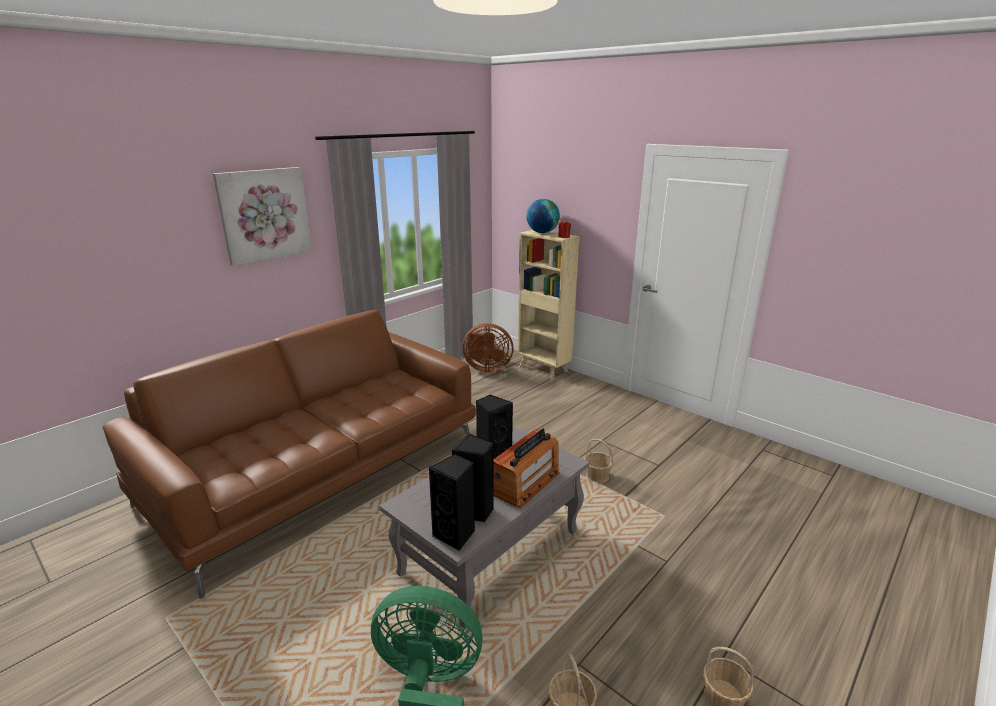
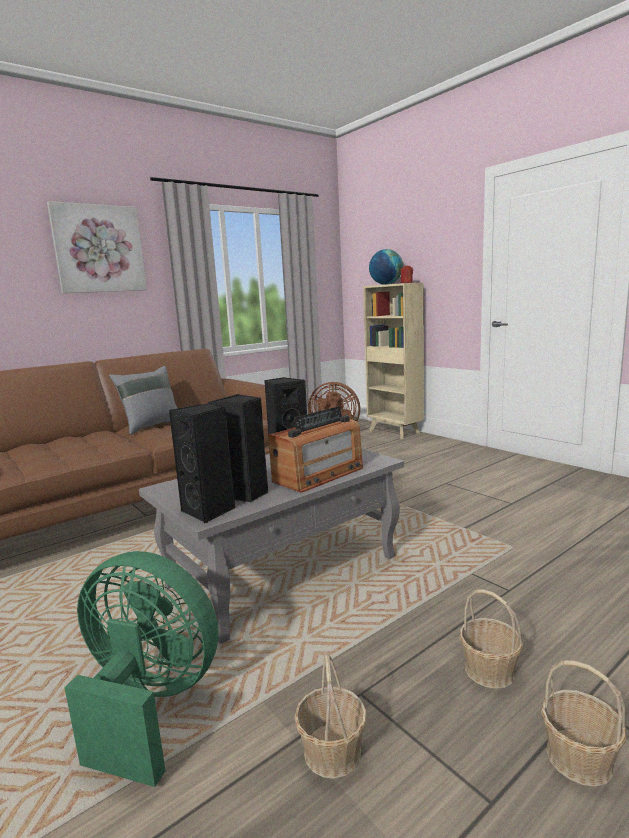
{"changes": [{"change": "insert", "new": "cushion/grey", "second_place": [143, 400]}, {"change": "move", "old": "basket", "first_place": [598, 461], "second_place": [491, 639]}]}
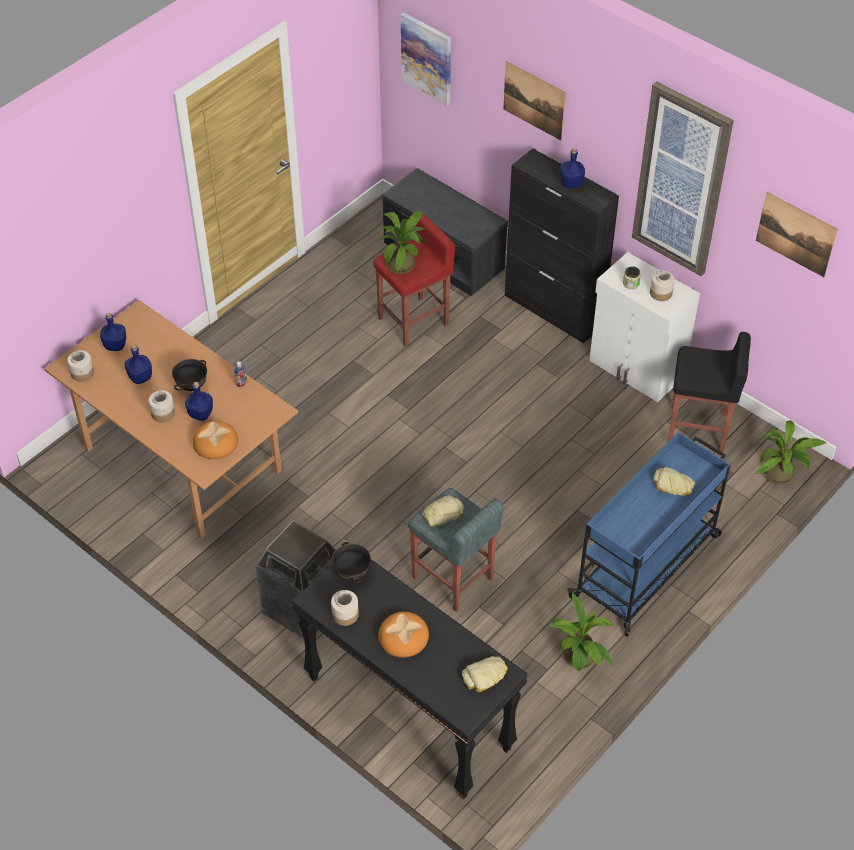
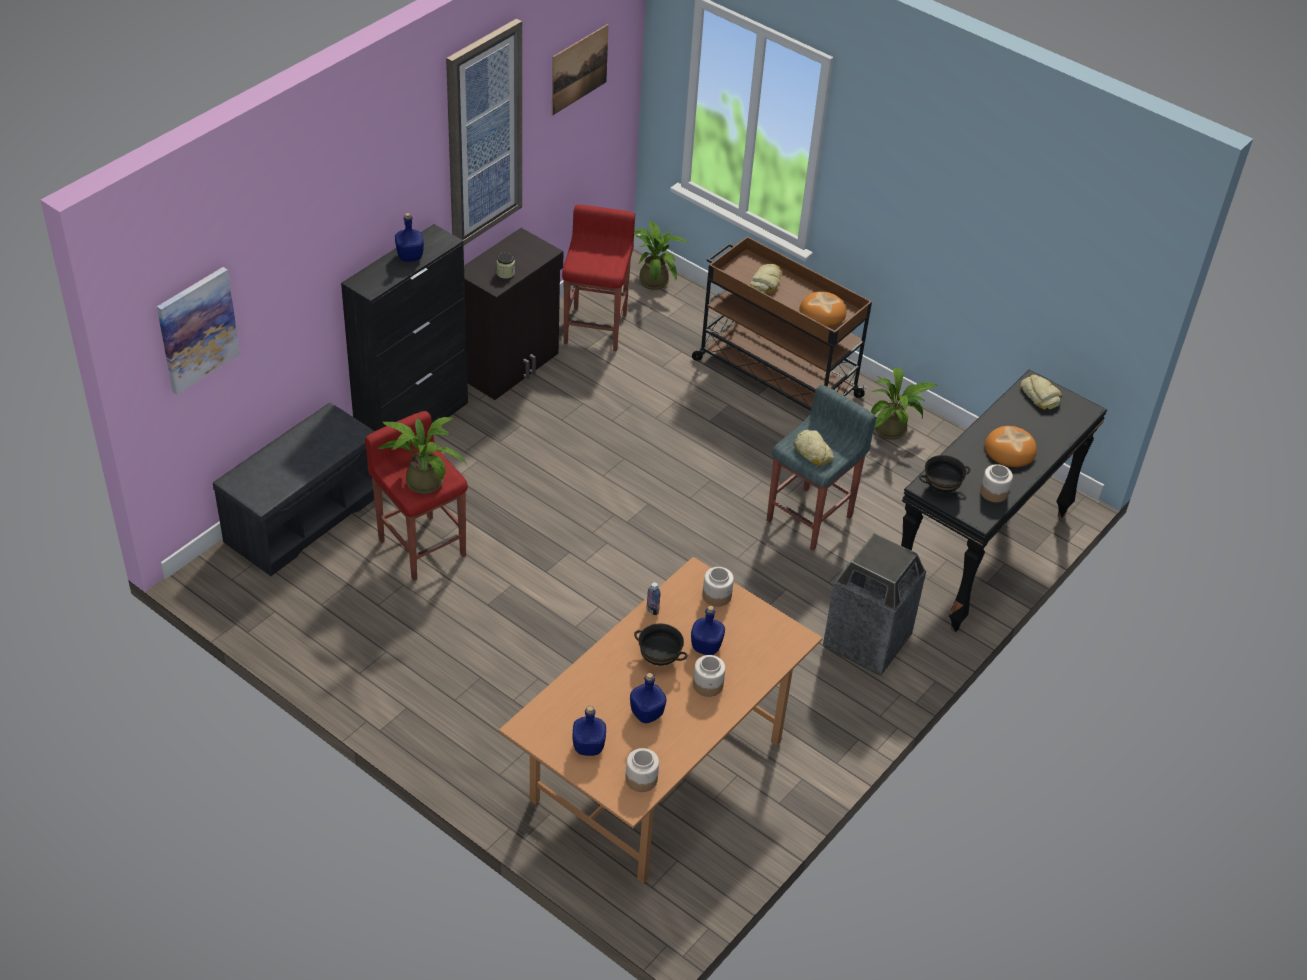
{"changes": [{"change": "delete", "old": "wall picture", "first_place": [534, 100]}, {"change": "move", "old": "bread", "first_place": [215, 439], "second_place": [822, 309]}, {"change": "move", "old": "storage jar", "first_place": [662, 286], "second_place": [718, 587]}, {"change": "recolor", "old": "cart/blue-coloured", "new": "cart/brown", "first_place": [649, 534], "second_place": [782, 323]}, {"change": "recolor", "old": "storage cabinet/white", "new": "storage cabinet/black", "first_place": [644, 327], "second_place": [514, 314]}, {"change": "recolor", "old": "sitting stool/black", "new": "sitting stool/red-coloured", "first_place": [709, 392], "second_place": [598, 278]}]}
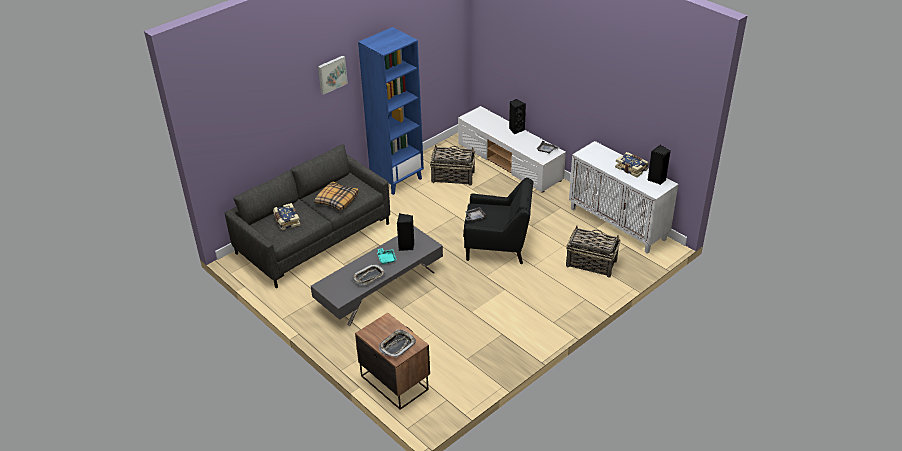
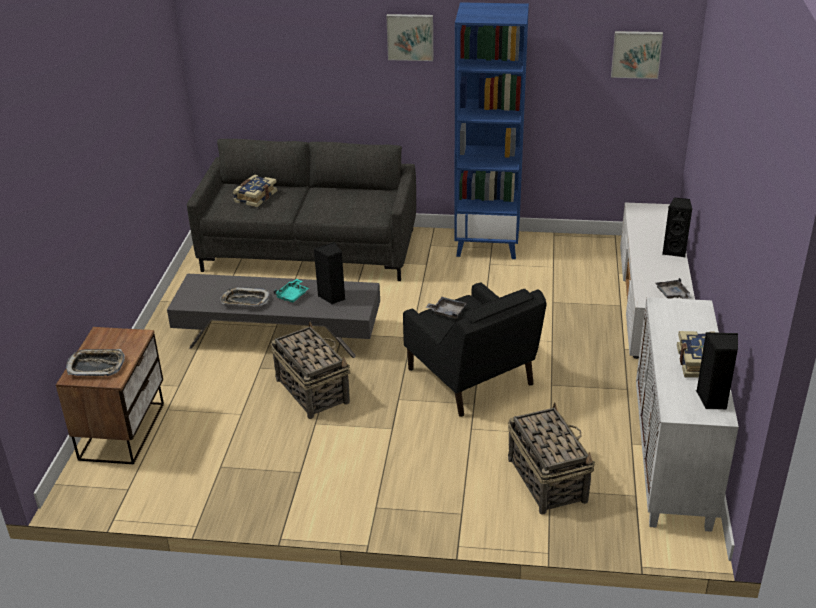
{"changes": [{"change": "delete", "old": "cushion", "first_place": [336, 196]}, {"change": "insert", "new": "wall picture", "second_place": [637, 55]}, {"change": "move", "old": "basket", "first_place": [453, 165], "second_place": [310, 370]}]}
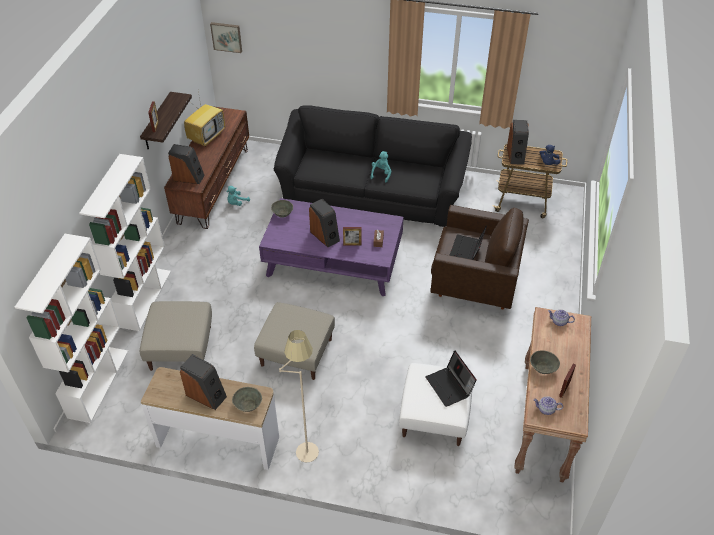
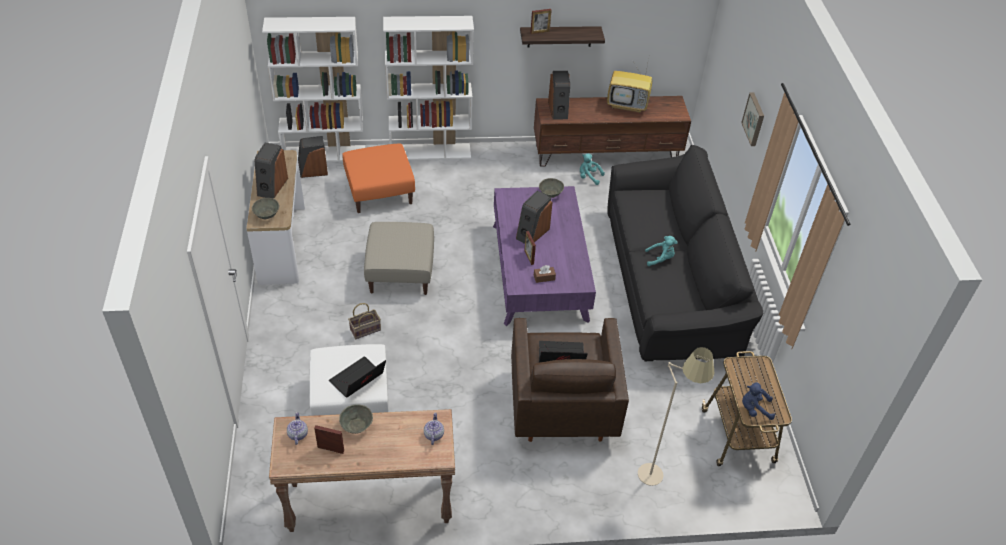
{"changes": [{"change": "insert", "new": "basket", "second_place": [364, 321]}, {"change": "move", "old": "wall picture", "first_place": [226, 37], "second_place": [752, 119]}, {"change": "move", "old": "floor lamp/beige", "first_place": [299, 396], "second_place": [676, 416]}, {"change": "move", "old": "audio speaker", "first_place": [518, 142], "second_place": [313, 157]}, {"change": "recolor", "old": "pouffe/beige", "new": "pouffe/orange-coloured", "first_place": [176, 336], "second_place": [378, 178]}]}
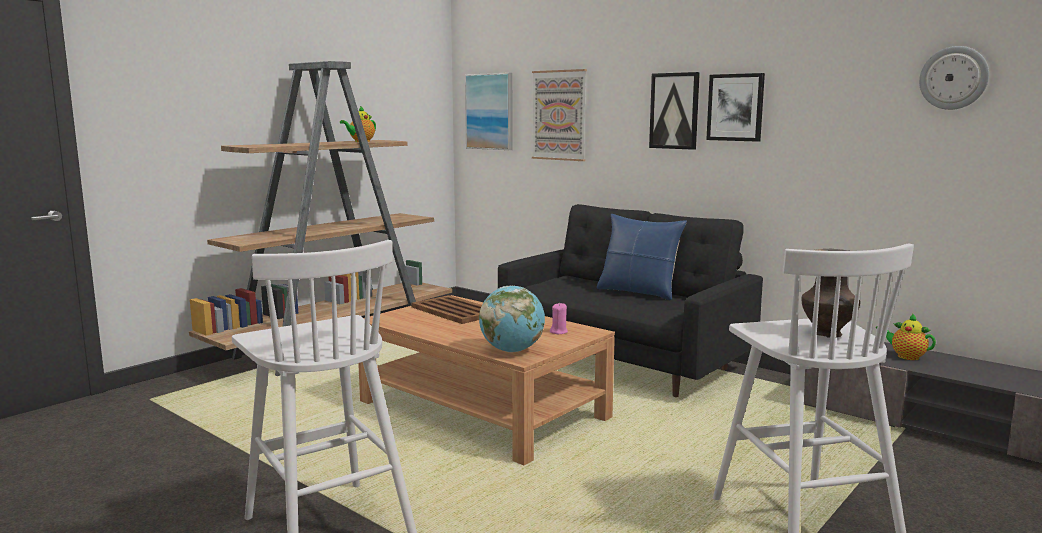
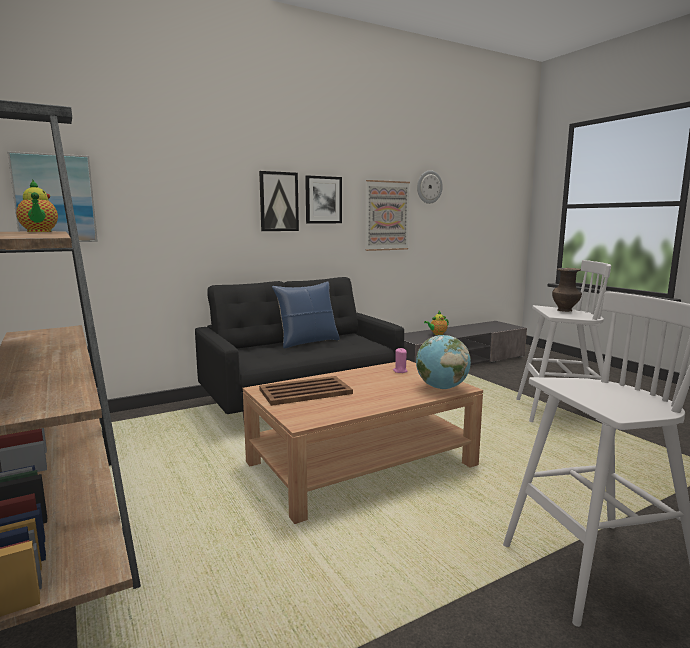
{"changes": [{"change": "move", "old": "wall picture", "first_place": [559, 115], "second_place": [388, 215]}]}
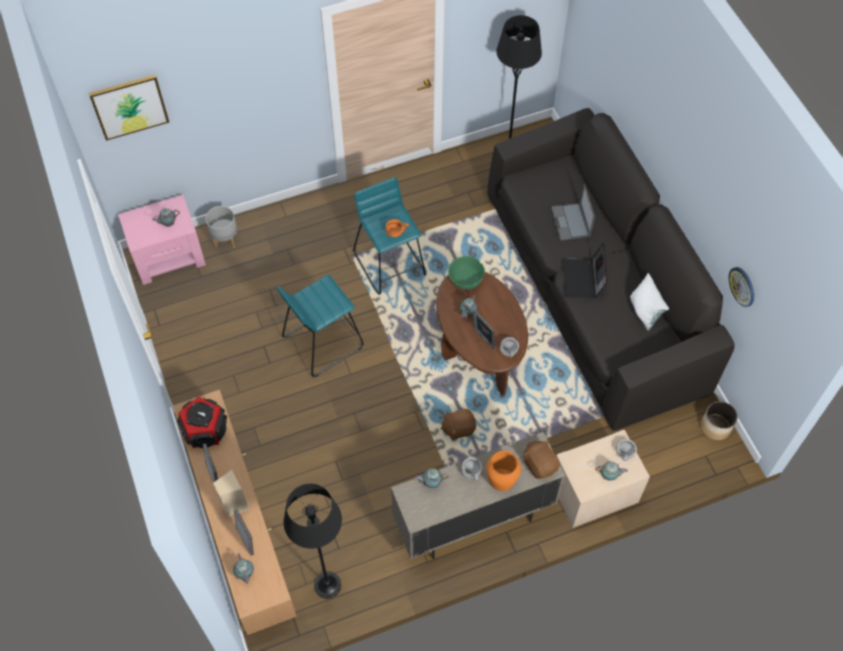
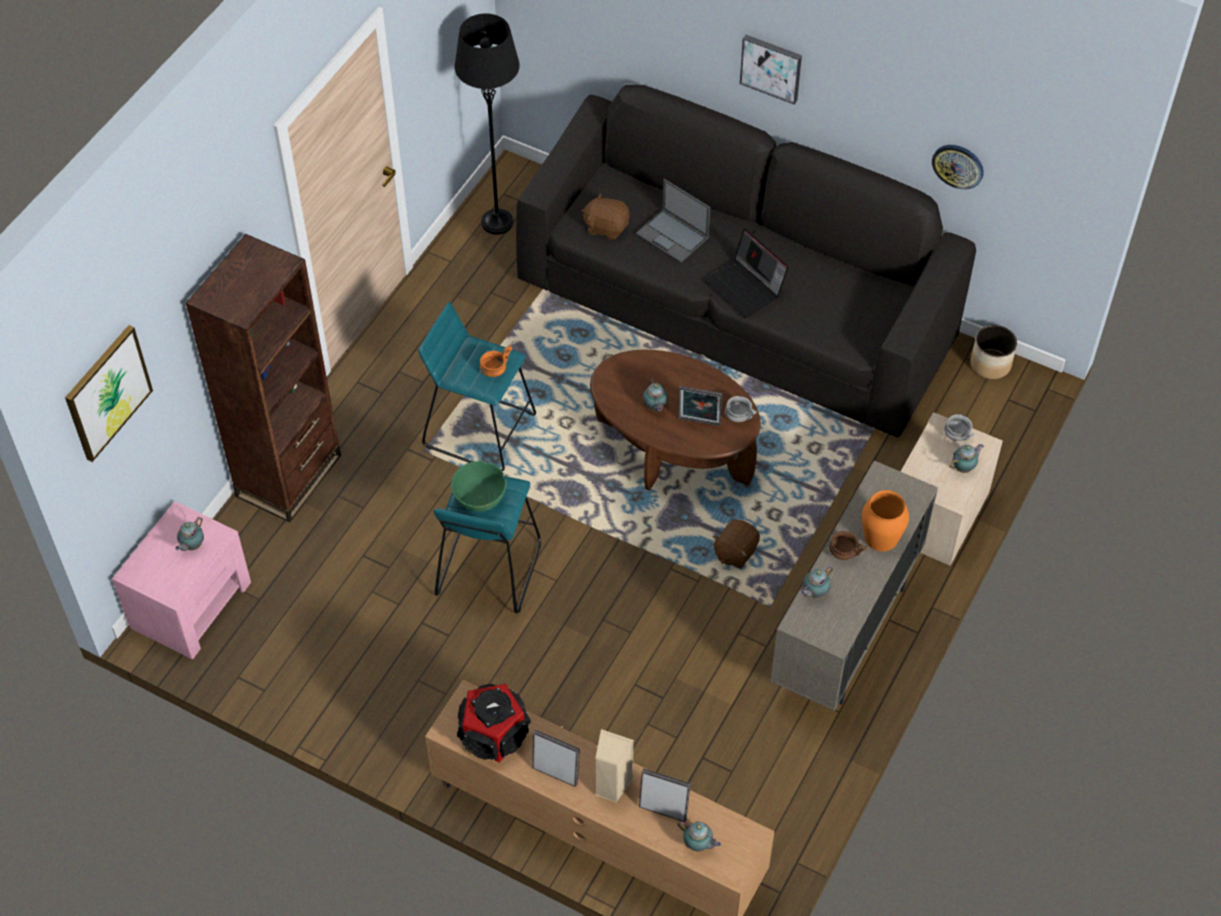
{"changes": [{"change": "delete", "old": "plant pot/grey", "first_place": [221, 227]}, {"change": "delete", "old": "floor lamp/black", "first_place": [313, 541]}, {"change": "delete", "old": "cushion/white", "first_place": [649, 302]}, {"change": "insert", "new": "bookcase/brown", "second_place": [263, 378]}, {"change": "insert", "new": "wall picture", "second_place": [771, 70]}, {"change": "move", "old": "deep dish/green", "first_place": [466, 272], "second_place": [478, 486]}, {"change": "move", "old": "plush toy/brown", "first_place": [541, 459], "second_place": [606, 216]}, {"change": "recolor", "old": "deep dish/grey", "new": "deep dish/brown", "first_place": [471, 468], "second_place": [848, 545]}]}
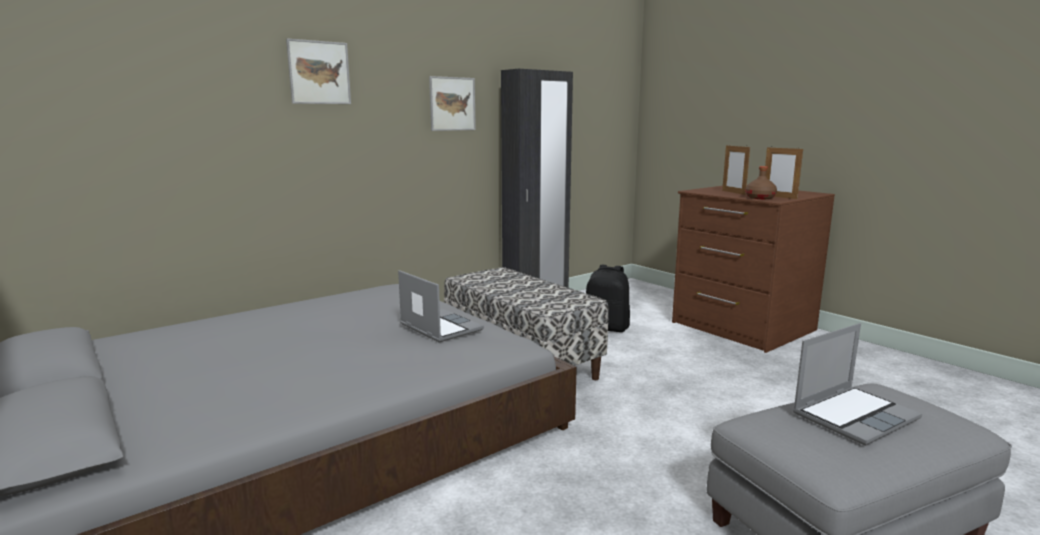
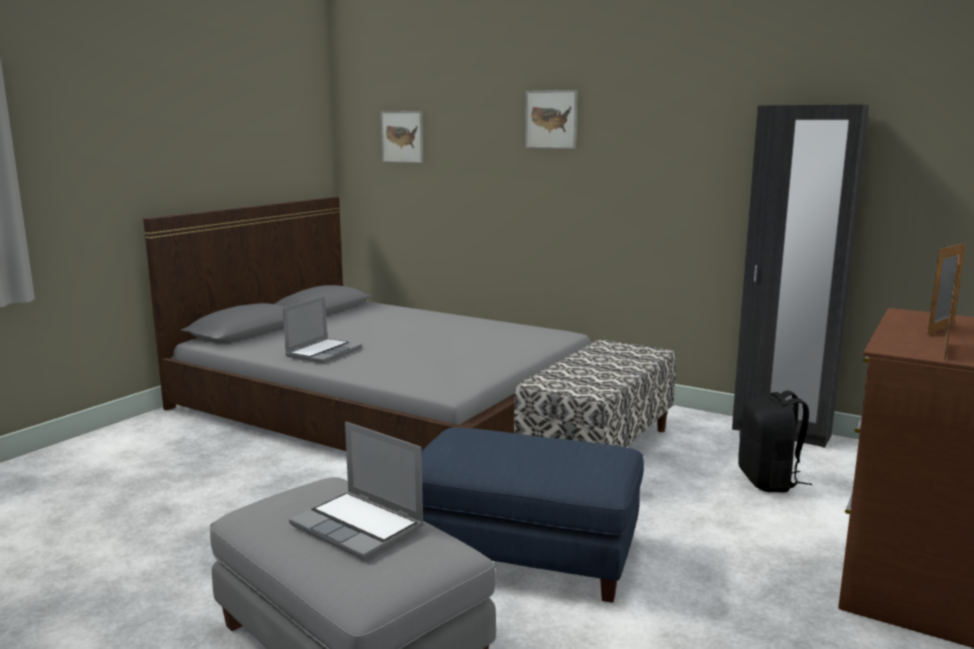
{"changes": [{"change": "delete", "old": "bottle/brown", "first_place": [761, 182]}, {"change": "insert", "new": "pouffe/blue-coloured", "second_place": [533, 515]}, {"change": "move", "old": "notebook computer", "first_place": [441, 306], "second_place": [322, 329]}, {"change": "move", "old": "wall picture", "first_place": [452, 103], "second_place": [402, 137]}]}
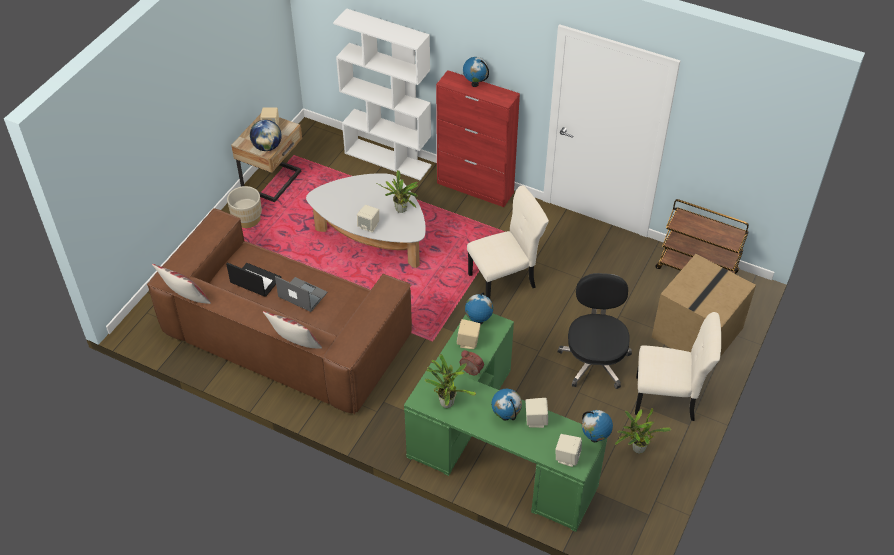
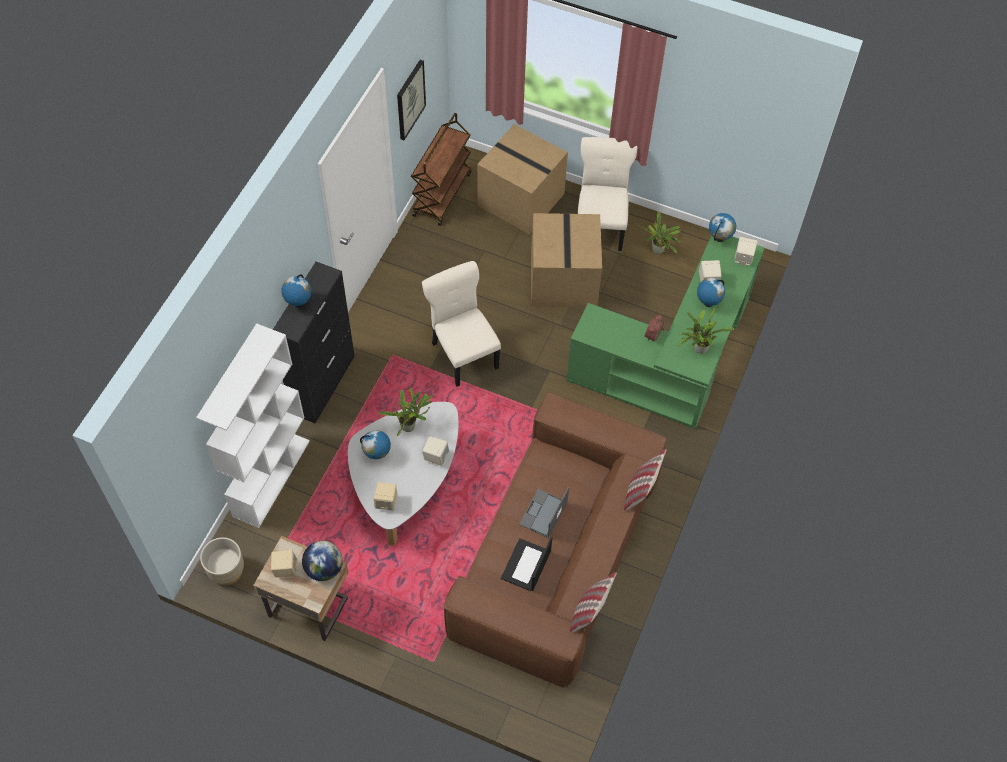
{"changes": [{"change": "insert", "new": "wall picture", "second_place": [411, 100]}, {"change": "move", "old": "plant pot/beige", "first_place": [244, 207], "second_place": [222, 561]}, {"change": "move", "old": "audio speaker/beige", "first_place": [469, 334], "second_place": [385, 496]}, {"change": "move", "old": "globe", "first_place": [479, 308], "second_place": [375, 444]}, {"change": "replace", "old": "desk chair/black", "new": "cardboard box", "first_place": [595, 331], "second_place": [566, 260]}, {"change": "recolor", "old": "storage cabinet/red-coloured", "new": "storage cabinet/black", "first_place": [478, 138], "second_place": [314, 342]}]}
